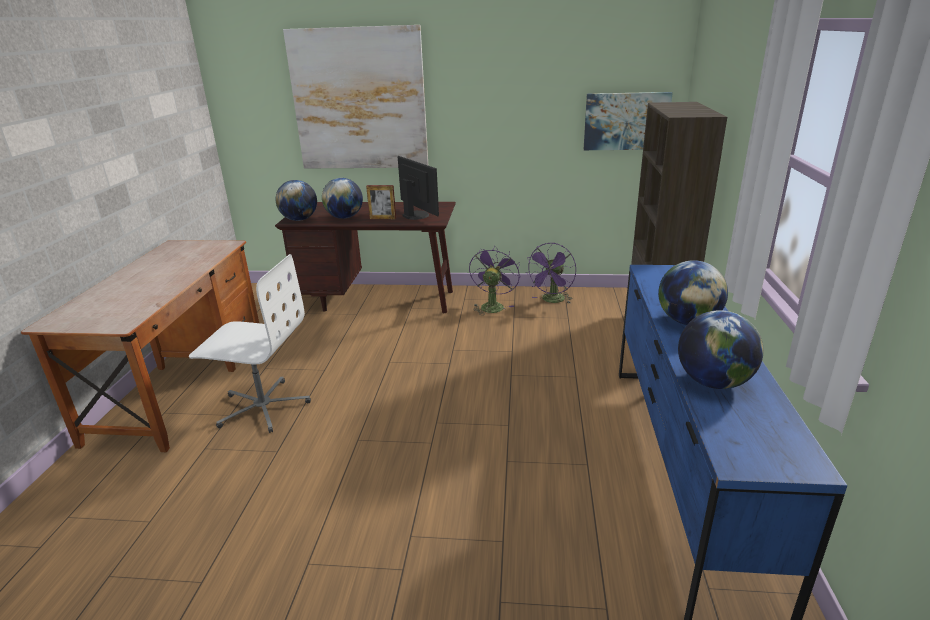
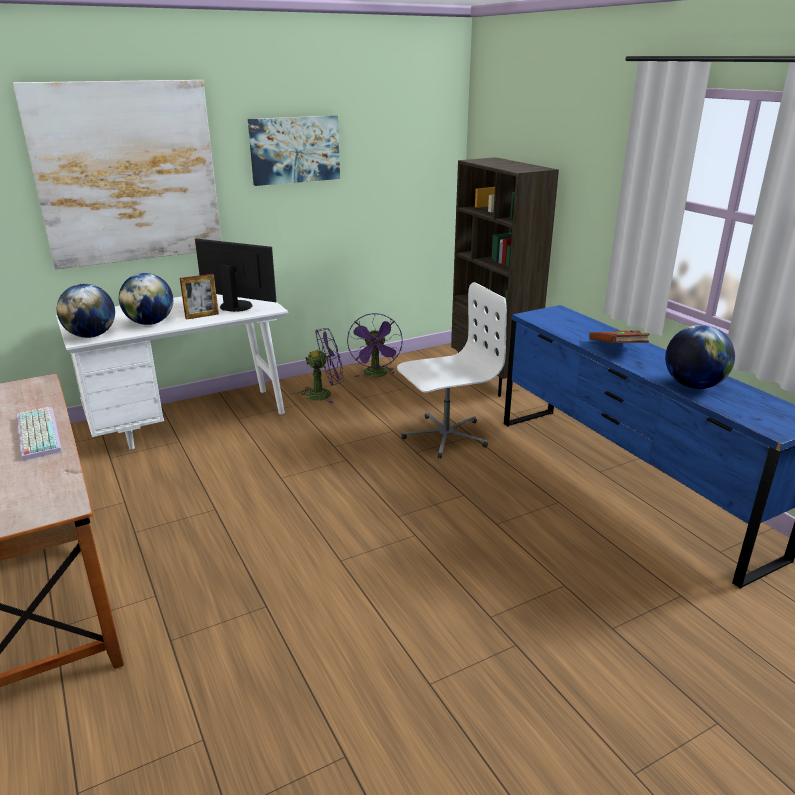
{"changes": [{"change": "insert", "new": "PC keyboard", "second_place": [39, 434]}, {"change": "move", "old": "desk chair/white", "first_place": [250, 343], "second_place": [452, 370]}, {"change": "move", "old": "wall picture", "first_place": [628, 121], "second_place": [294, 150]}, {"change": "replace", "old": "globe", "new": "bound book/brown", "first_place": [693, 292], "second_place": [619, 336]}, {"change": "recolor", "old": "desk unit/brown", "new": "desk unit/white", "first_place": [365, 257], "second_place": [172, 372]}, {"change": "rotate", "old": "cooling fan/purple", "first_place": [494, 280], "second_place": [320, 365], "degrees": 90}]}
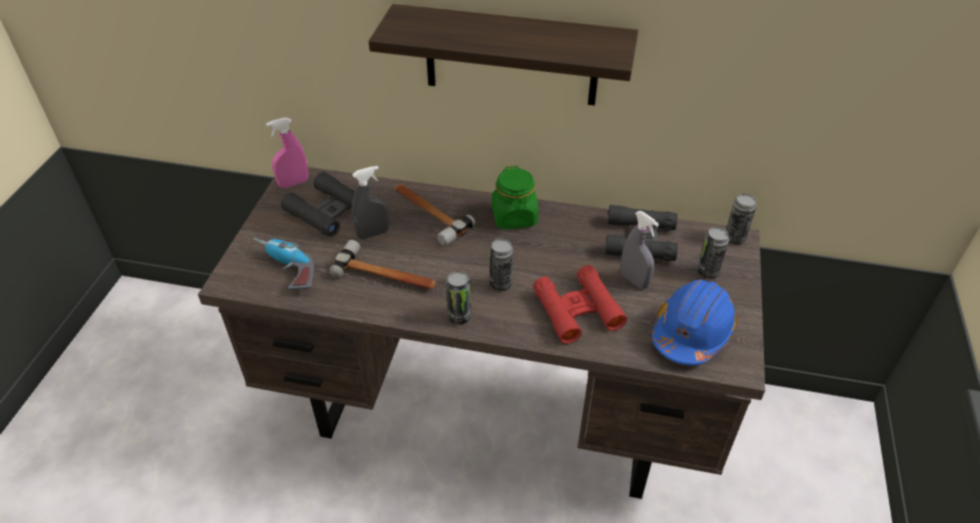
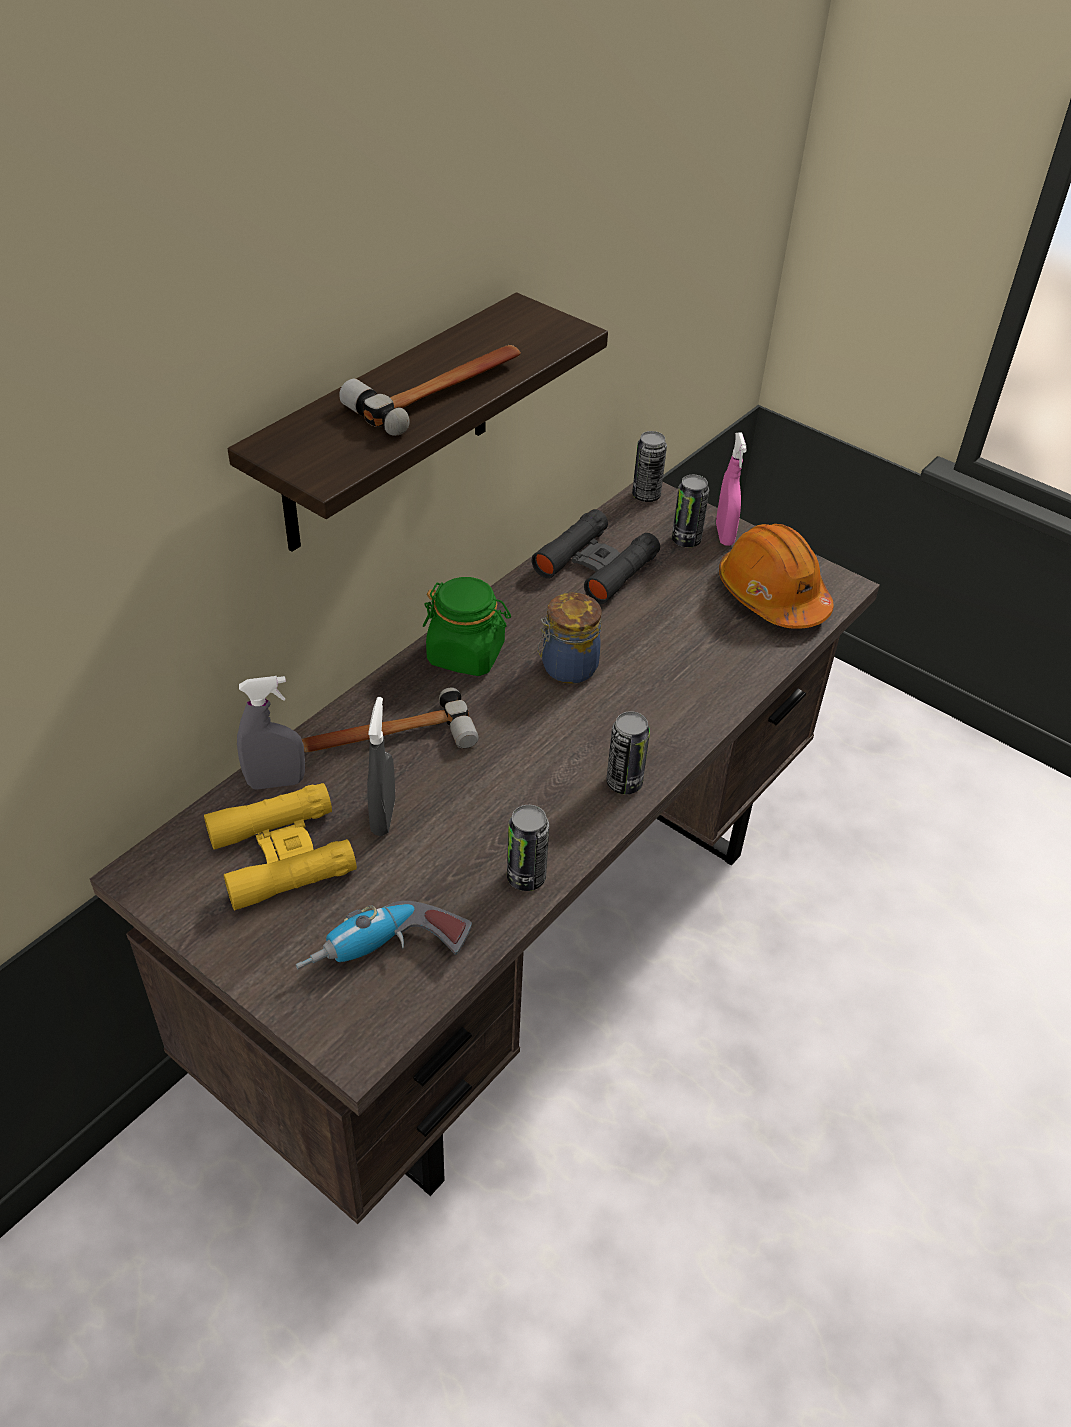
{"changes": [{"change": "delete", "old": "field glasses/red-coloured", "first_place": [580, 304]}, {"change": "insert", "new": "storage jar", "second_place": [570, 638]}, {"change": "move", "old": "sprayer/pink-coloured", "first_place": [287, 153], "second_place": [731, 489]}, {"change": "move", "old": "hand hammer", "first_place": [383, 264], "second_place": [430, 390]}, {"change": "move", "old": "metal can", "first_place": [501, 265], "second_place": [528, 848]}, {"change": "move", "old": "sprayer/grey", "first_place": [640, 250], "second_place": [271, 733]}, {"change": "recolor", "old": "field glasses/black", "new": "field glasses/yellow-coloured", "first_place": [318, 204], "second_place": [280, 846]}, {"change": "recolor", "old": "safety helmet/blue-coloured", "new": "safety helmet/orange-coloured", "first_place": [694, 322], "second_place": [776, 576]}]}
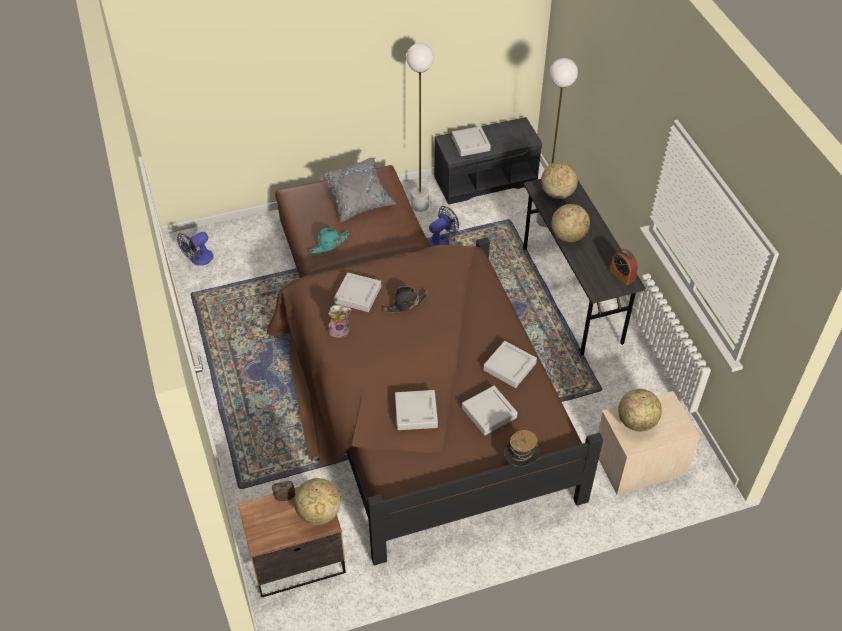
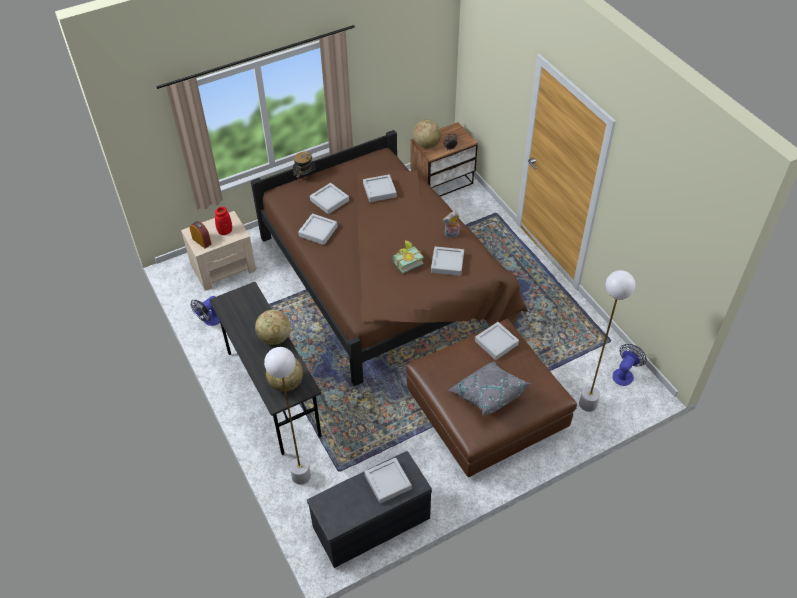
{"changes": [{"change": "move", "old": "floor lamp/white", "first_place": [420, 127], "second_place": [607, 341]}, {"change": "move", "old": "cooling fan", "first_place": [443, 226], "second_place": [205, 311]}, {"change": "move", "old": "alarm clock", "first_place": [624, 267], "second_place": [200, 235]}, {"change": "replace", "old": "wearable hat/blue-green", "new": "tray/grey", "first_place": [329, 240], "second_place": [497, 341]}, {"change": "replace", "old": "wearable hat/black", "new": "bound book", "first_place": [406, 299], "second_place": [408, 257]}, {"change": "replace", "old": "globe", "new": "vase/red-coloured", "first_place": [640, 410], "second_place": [223, 221]}]}
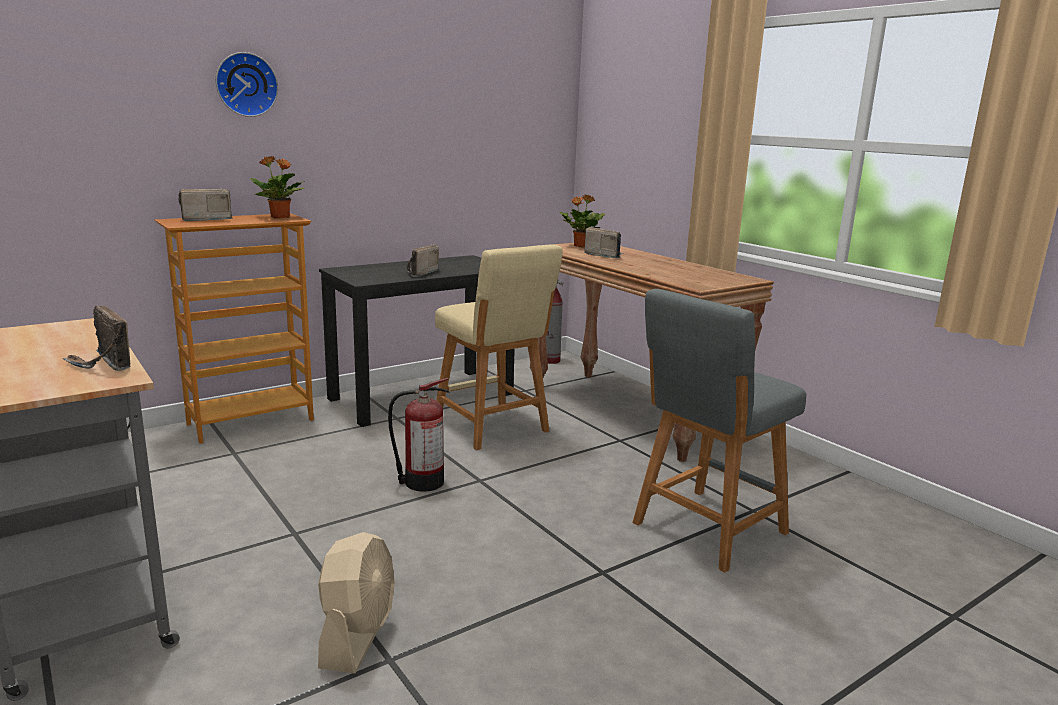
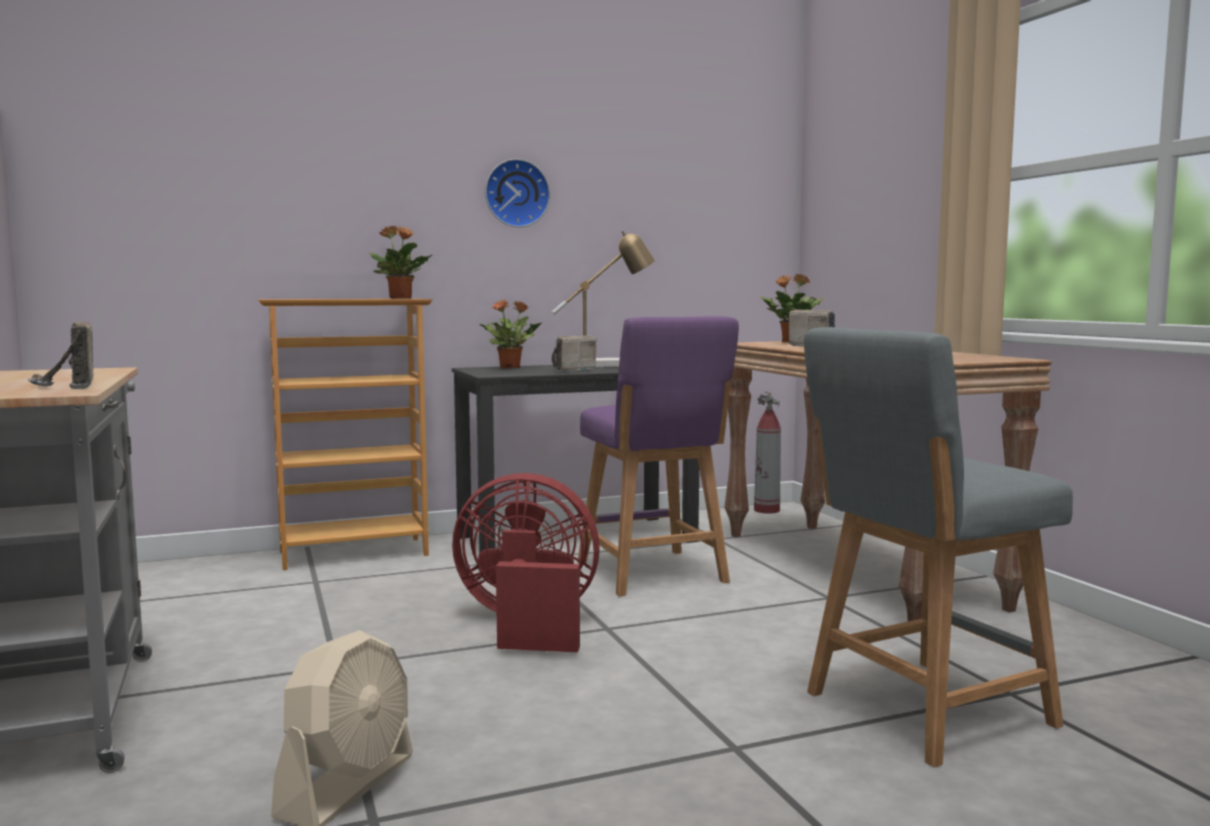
{"changes": [{"change": "delete", "old": "radio set", "first_place": [205, 205]}, {"change": "insert", "new": "houseplant", "second_place": [510, 334]}, {"change": "insert", "new": "lamp for a table", "second_place": [603, 299]}, {"change": "move", "old": "clock on the wall", "first_place": [247, 84], "second_place": [517, 193]}, {"change": "replace", "old": "fire extinguisher", "new": "cooling fan/red-coloured", "first_place": [419, 435], "second_place": [526, 563]}, {"change": "recolor", "old": "sitting stool/beige", "new": "sitting stool/purple", "first_place": [499, 347], "second_place": [658, 456]}]}
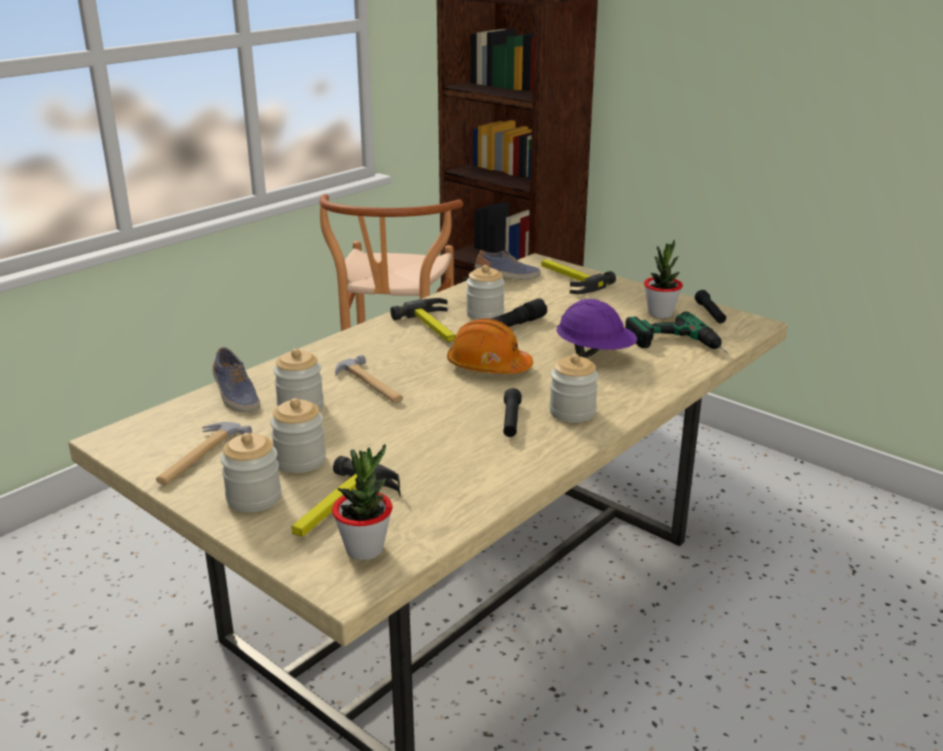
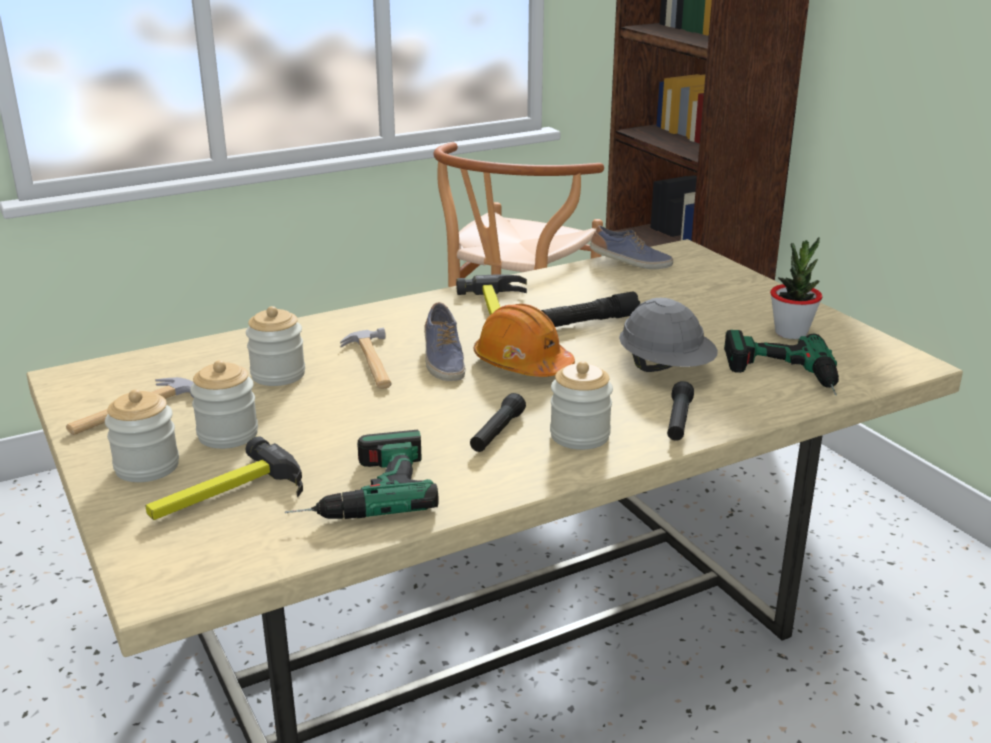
{"changes": [{"change": "delete", "old": "houseplant", "first_place": [362, 502]}, {"change": "delete", "old": "storage jar", "first_place": [485, 292]}, {"change": "delete", "old": "hand hammer", "first_place": [578, 277]}, {"change": "insert", "new": "power drill", "second_place": [362, 474]}, {"change": "move", "old": "item of footwear", "first_place": [236, 380], "second_place": [444, 341]}, {"change": "move", "old": "flashlight/black", "first_place": [710, 306], "second_place": [680, 411]}, {"change": "recolor", "old": "safety helmet/purple", "new": "safety helmet/grey", "first_place": [596, 328], "second_place": [668, 335]}]}
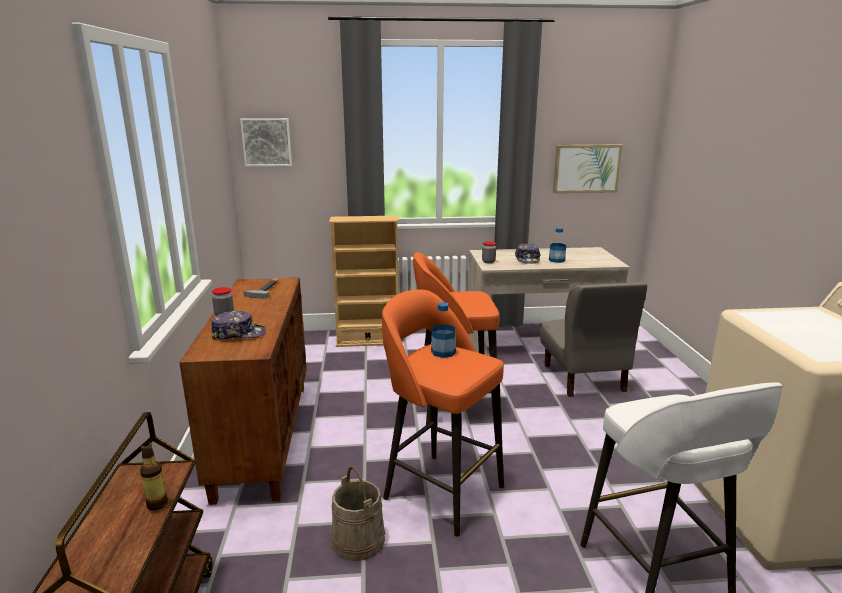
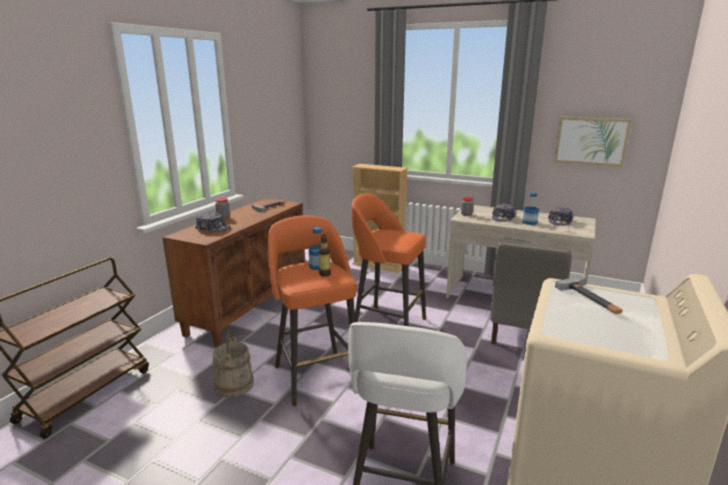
{"changes": [{"change": "delete", "old": "wall picture", "first_place": [266, 142]}, {"change": "insert", "new": "baseball cap", "second_place": [560, 216]}, {"change": "insert", "new": "hand hammer", "second_place": [589, 296]}, {"change": "move", "old": "bottle", "first_place": [154, 476], "second_place": [325, 255]}]}
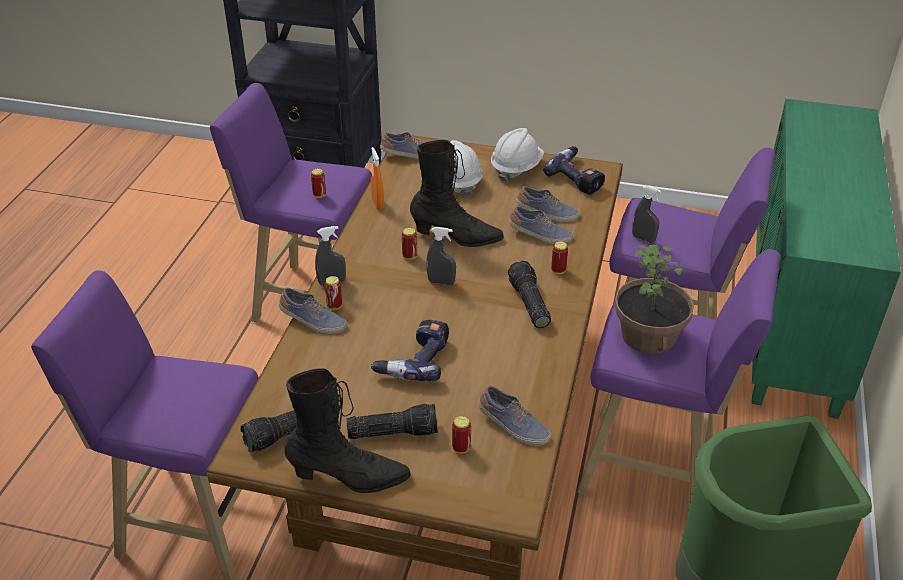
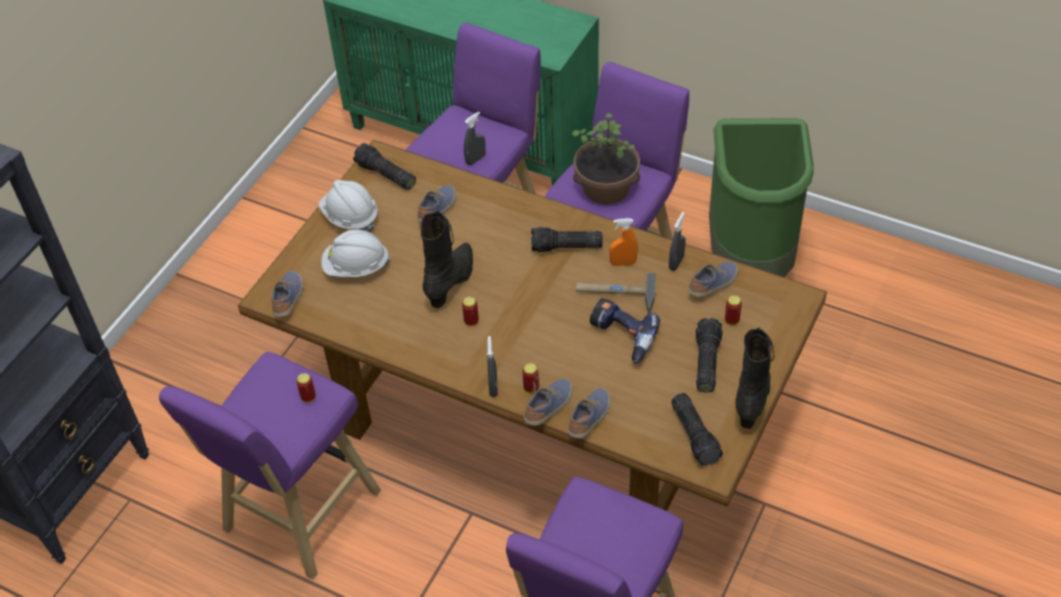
{"changes": [{"change": "delete", "old": "metal can", "first_place": [559, 257]}, {"change": "insert", "new": "hand hammer", "second_place": [616, 293]}, {"change": "move", "old": "sprayer/orange-coloured", "first_place": [377, 178], "second_place": [623, 242]}, {"change": "move", "old": "sprayer/grey", "first_place": [441, 256], "second_place": [677, 241]}, {"change": "move", "old": "item of footwear", "first_place": [541, 225], "second_place": [589, 413]}, {"change": "replace", "old": "power drill", "new": "flashlight", "first_place": [574, 170], "second_place": [384, 166]}]}
